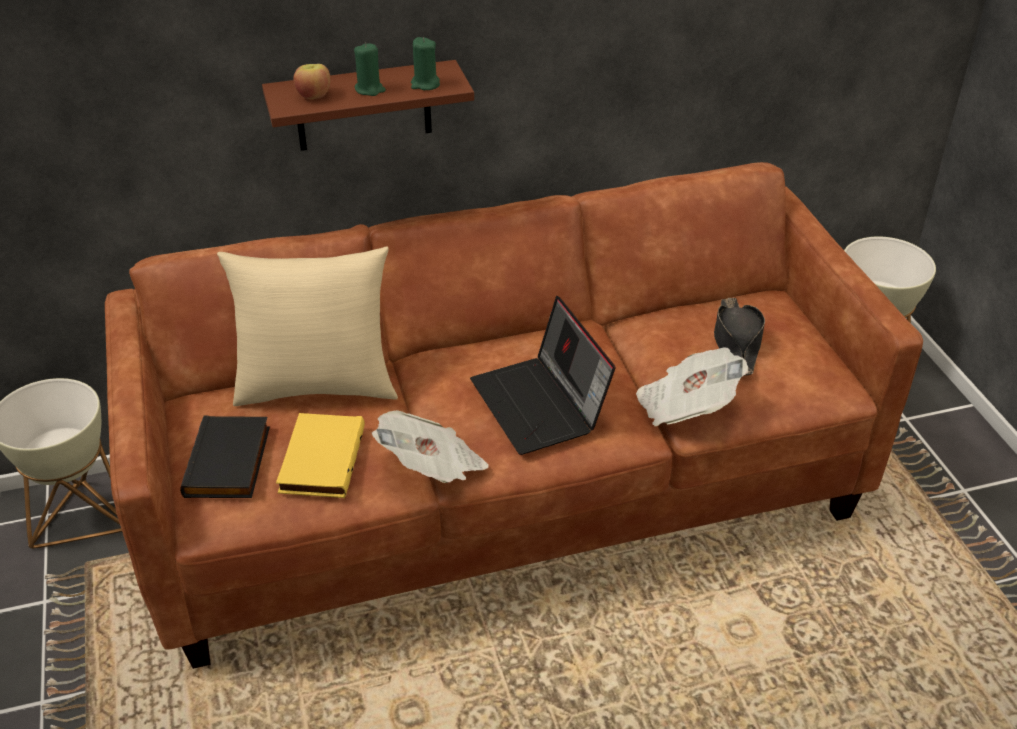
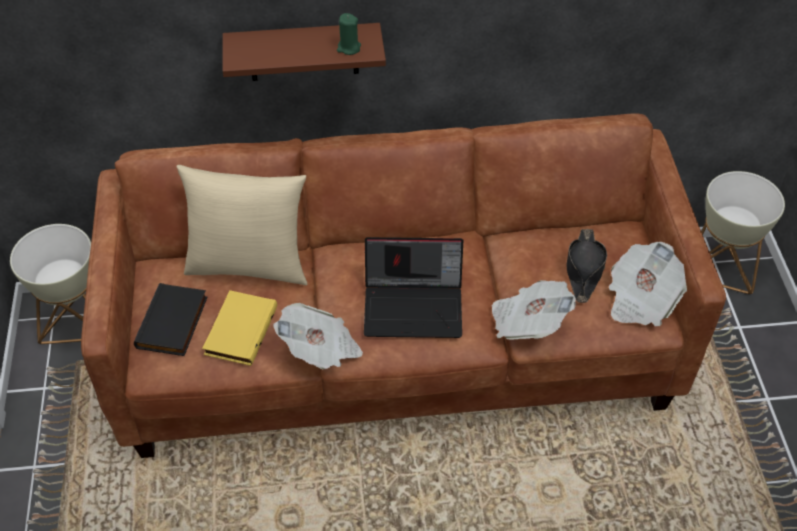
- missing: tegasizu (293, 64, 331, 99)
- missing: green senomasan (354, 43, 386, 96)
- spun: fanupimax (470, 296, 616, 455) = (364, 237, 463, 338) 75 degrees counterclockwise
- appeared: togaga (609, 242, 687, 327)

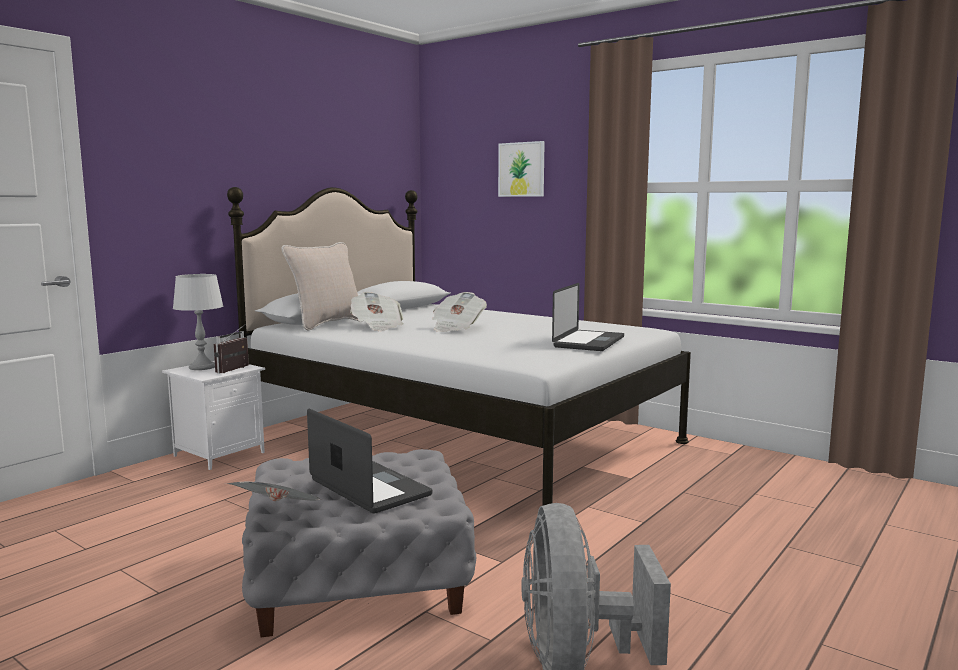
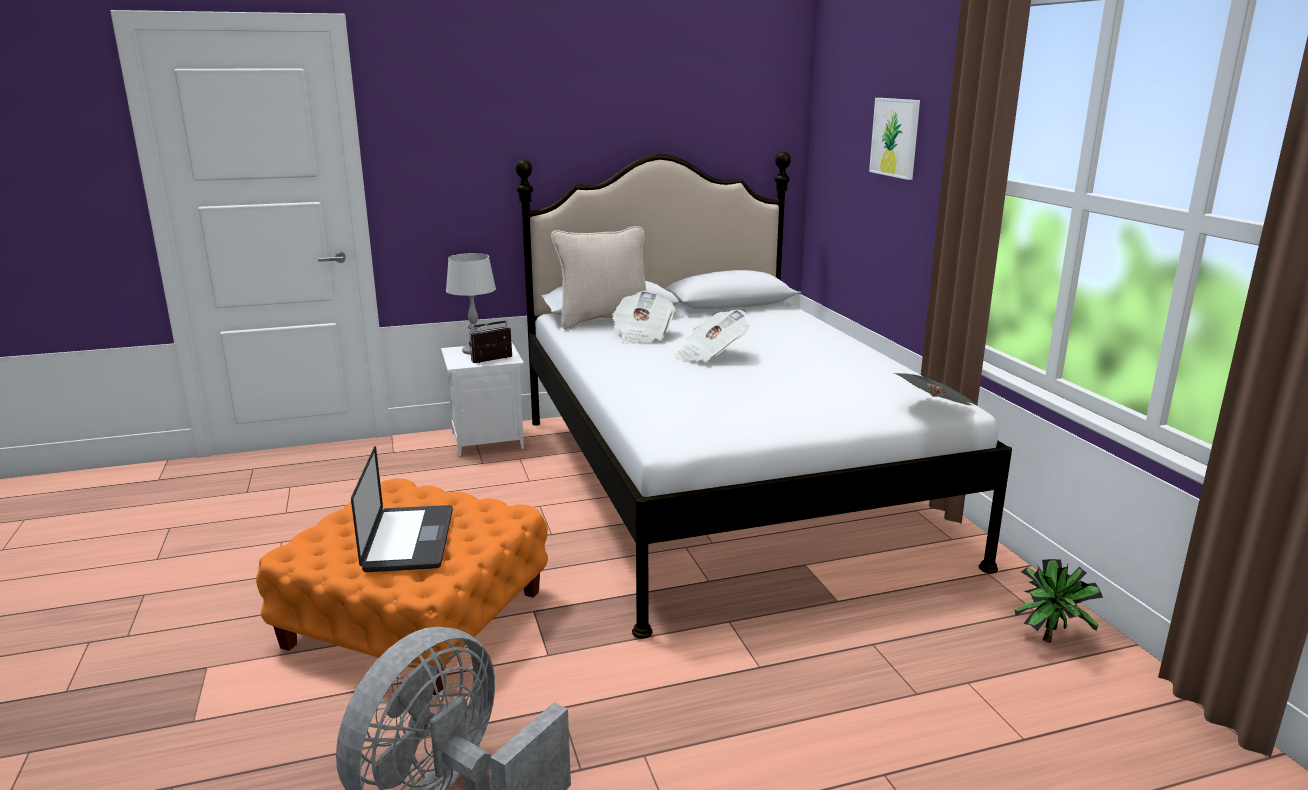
- relocated: togaga (226, 482, 320, 501) to (894, 373, 973, 405)
- colour: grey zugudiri (242, 449, 476, 638) to orange zugudiri (256, 478, 548, 695)
- missing: fanupimax (552, 283, 624, 351)
- appeared: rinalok (1015, 559, 1103, 642)

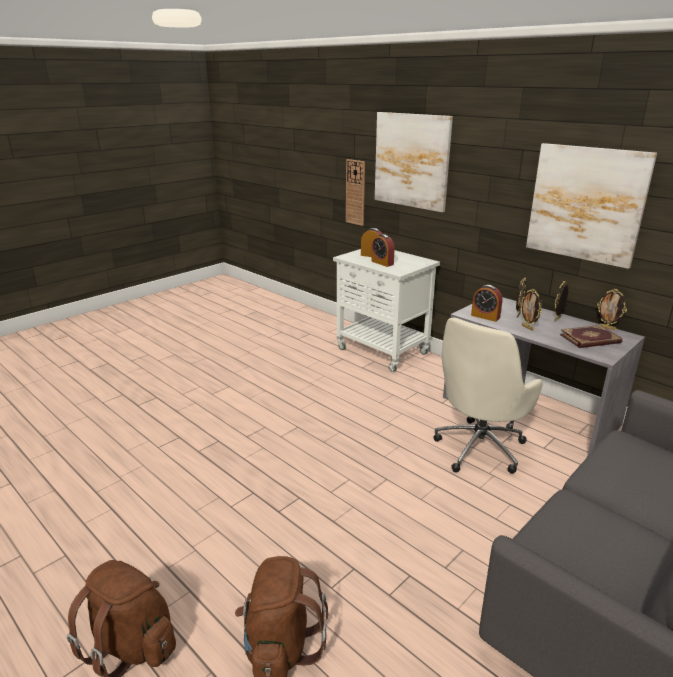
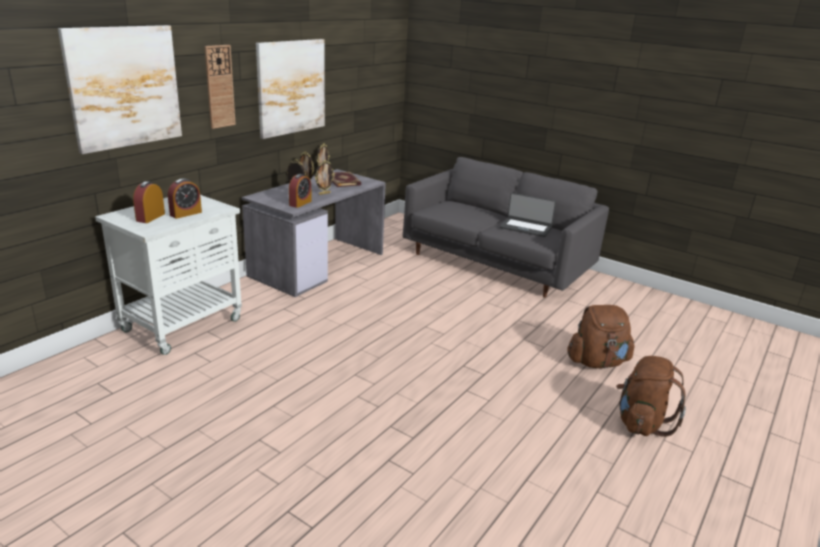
- relocated: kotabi (346, 159, 365, 226) to (205, 45, 236, 129)
- missing: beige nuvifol (434, 317, 543, 474)
- appeared: fanupimax (500, 193, 556, 237)

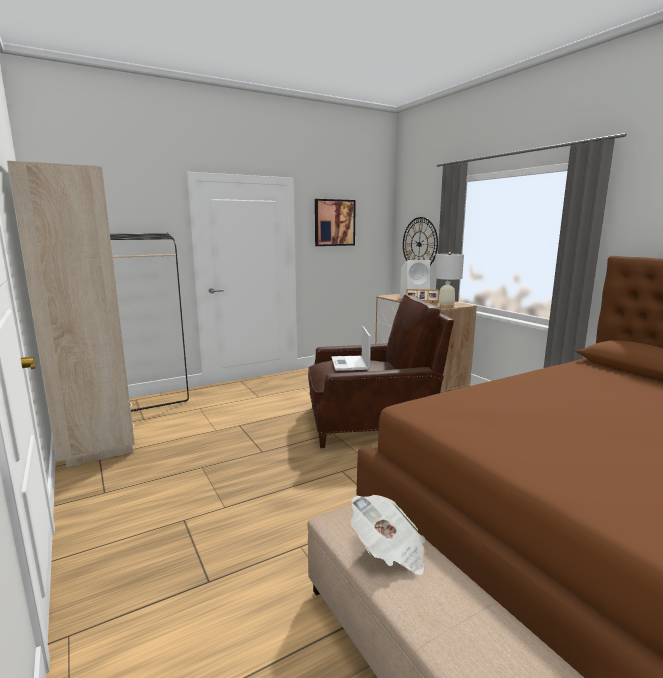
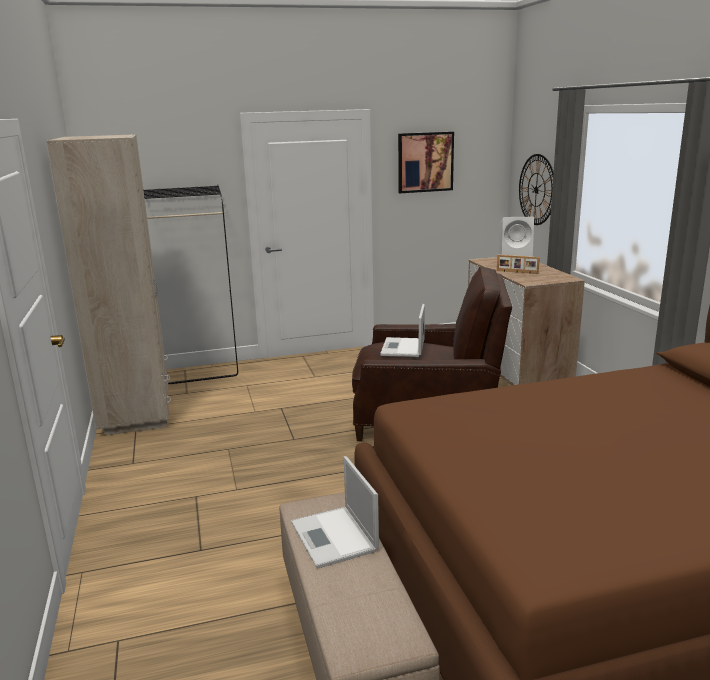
- exchanged: togaga (351, 495, 425, 575) to fanupimax (291, 456, 379, 569)
- missing: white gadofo (434, 252, 464, 308)

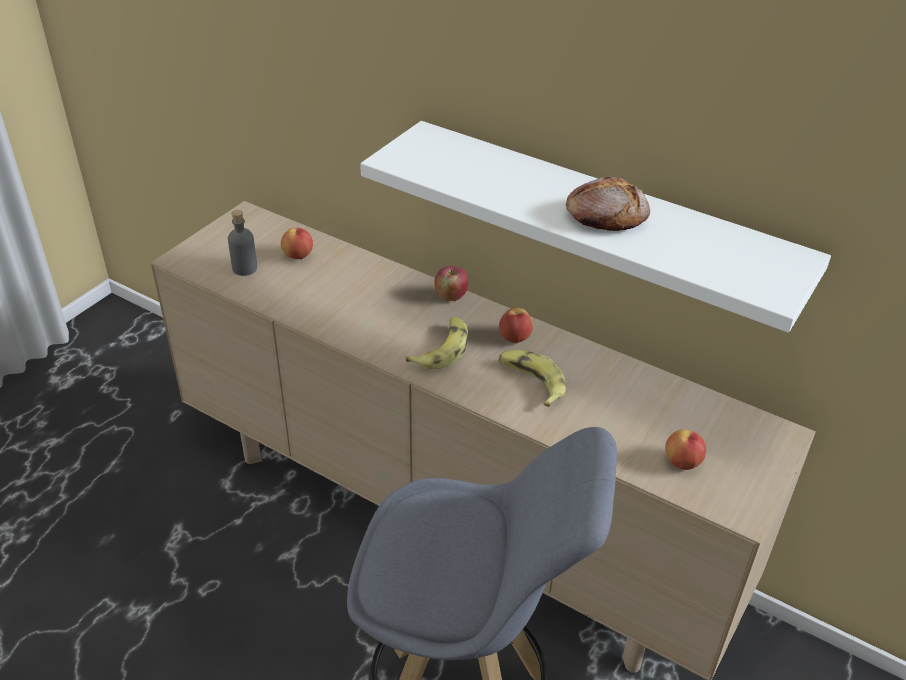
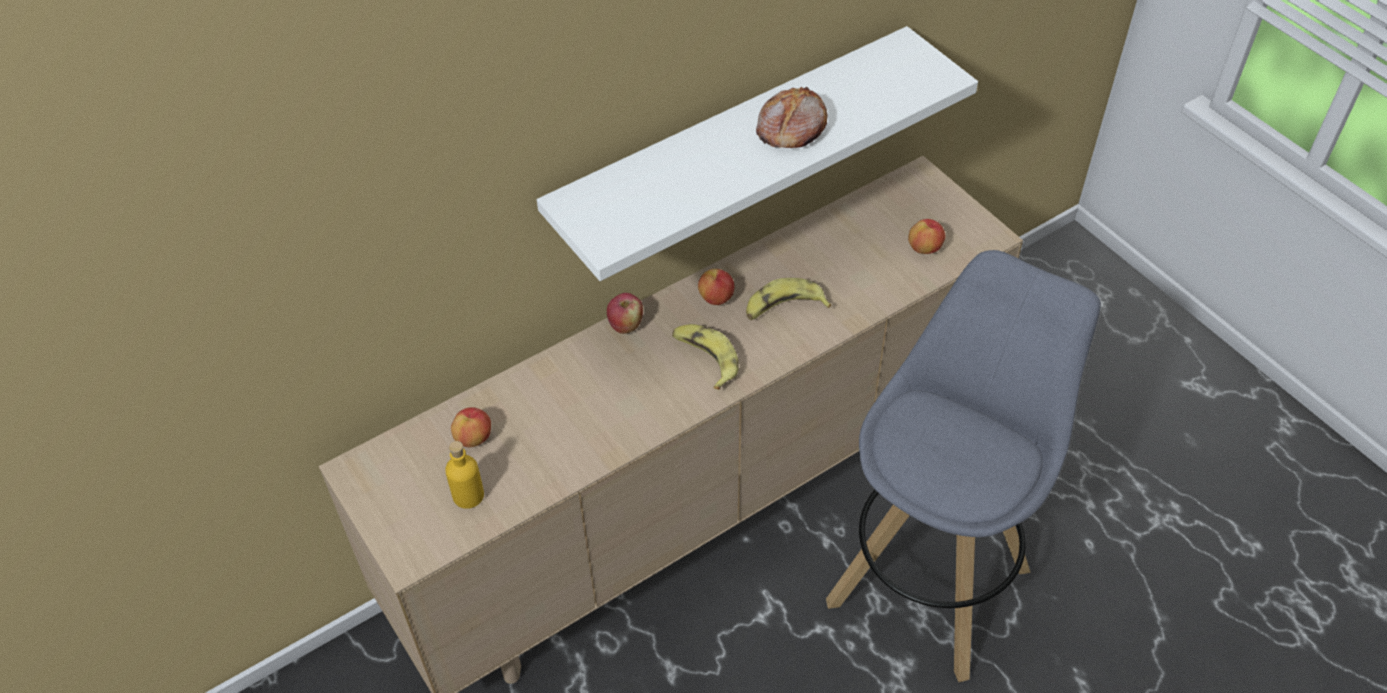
- colour: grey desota (228, 210, 257, 276) to yellow desota (445, 441, 484, 509)

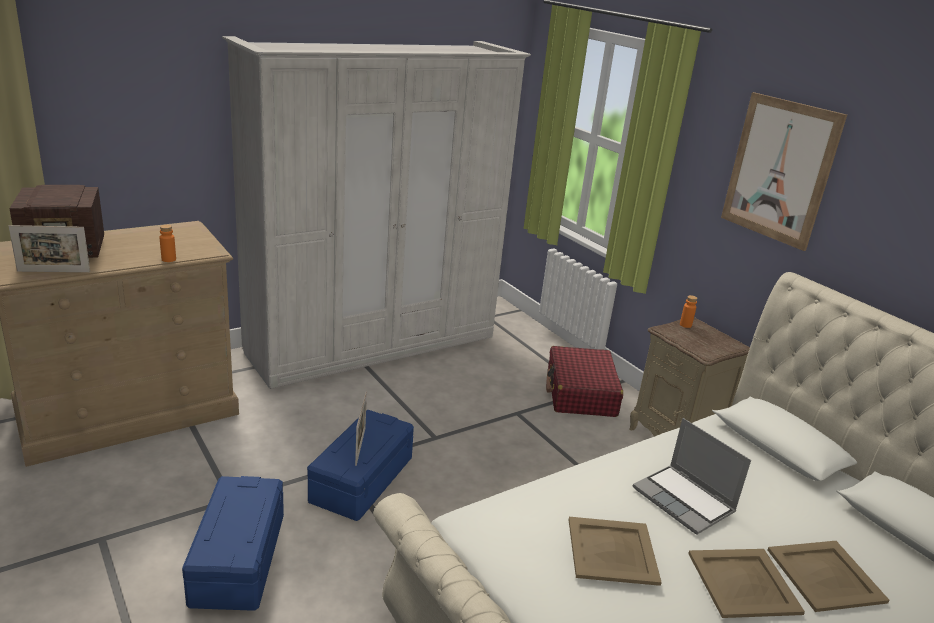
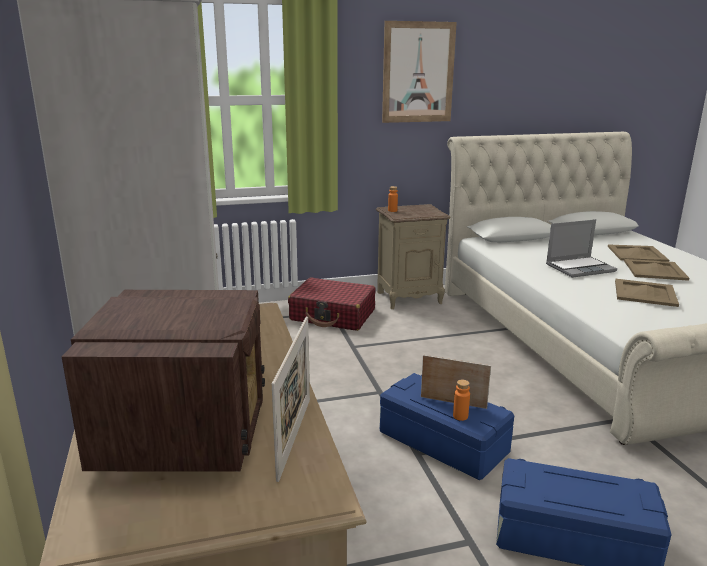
- relocated: orange desota (159, 224, 176, 262) to (453, 380, 470, 421)

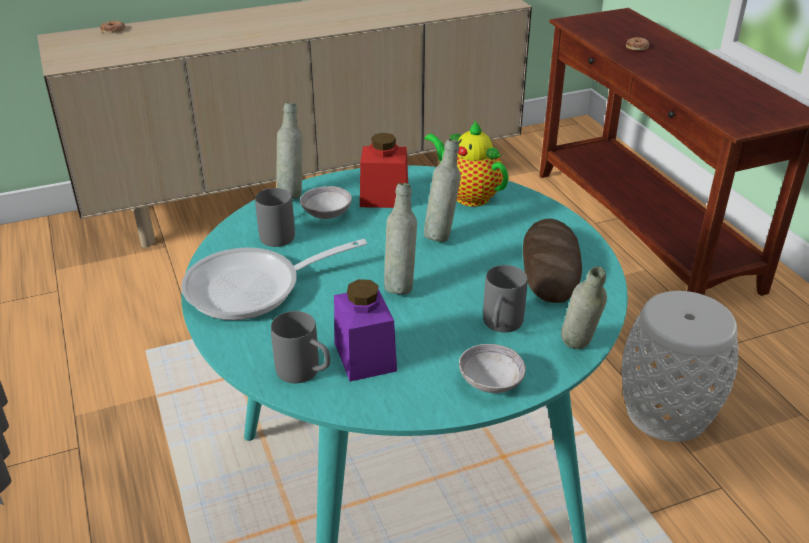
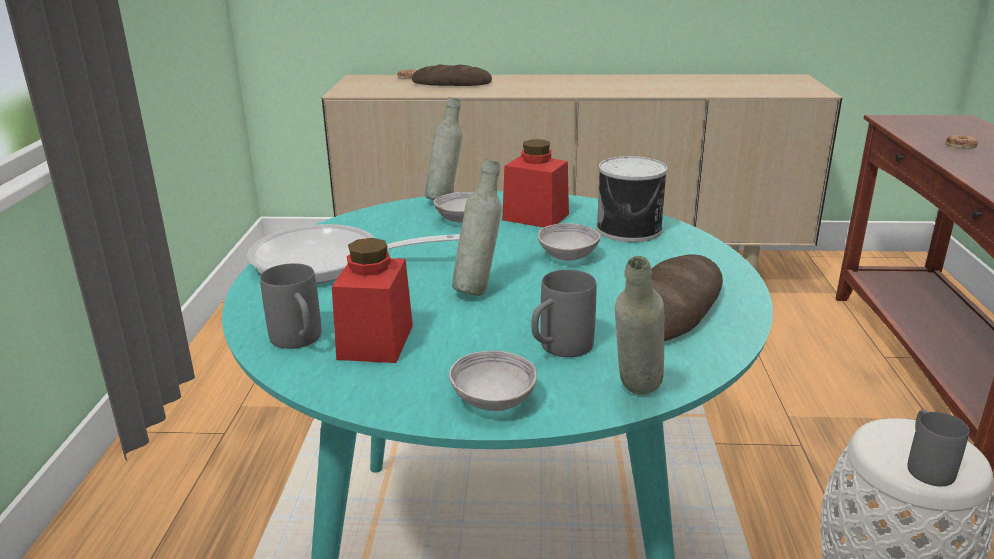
- relocated: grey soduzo (255, 188, 295, 247) to (907, 409, 969, 486)
- colour: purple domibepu (334, 279, 397, 382) to red domibepu (332, 238, 413, 363)
- exchanged: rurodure (424, 120, 509, 206) to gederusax (596, 156, 668, 242)
- exchanged: grey desota (424, 139, 461, 242) to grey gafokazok (538, 223, 601, 261)
- appeared: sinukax (412, 64, 492, 86)

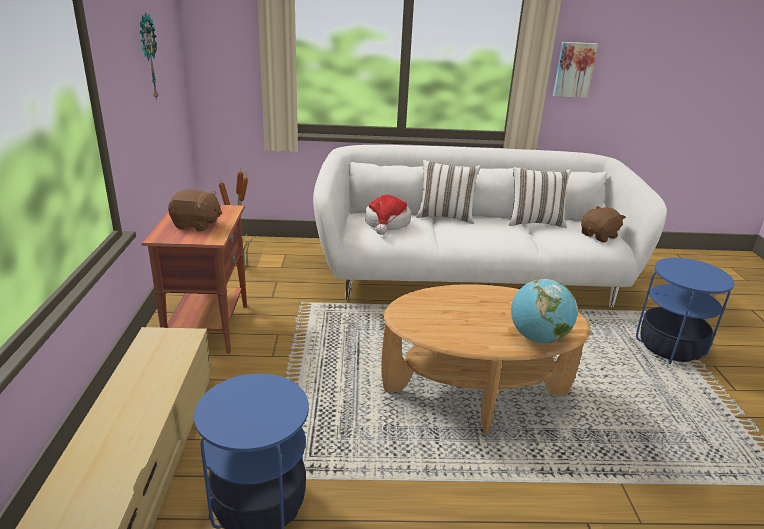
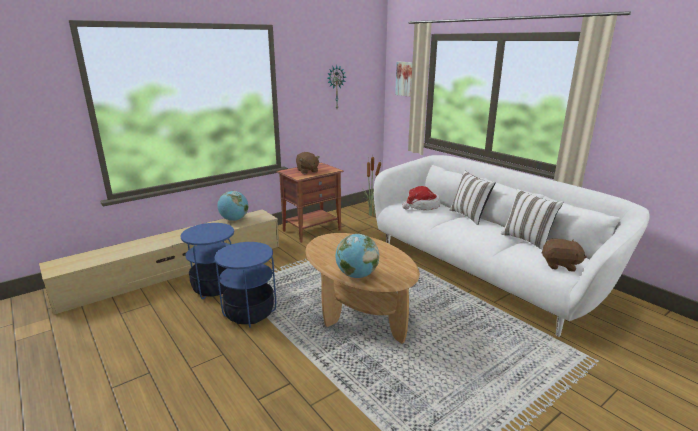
- relocated: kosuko (553, 42, 598, 98) to (395, 62, 413, 97)
- relocated: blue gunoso (636, 258, 735, 364) to (215, 242, 276, 328)
- appeared: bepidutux (217, 191, 248, 221)

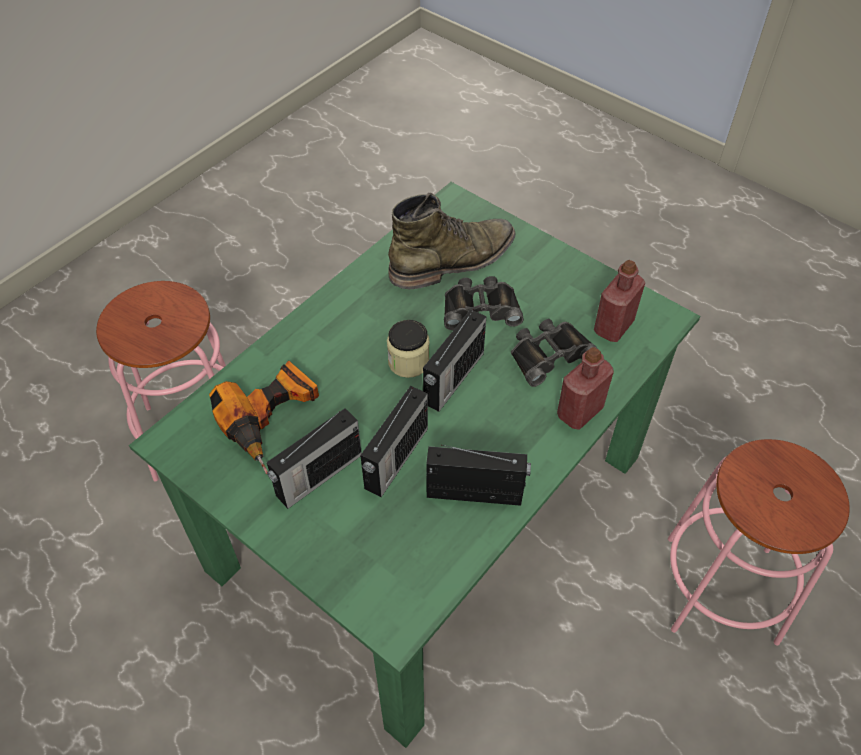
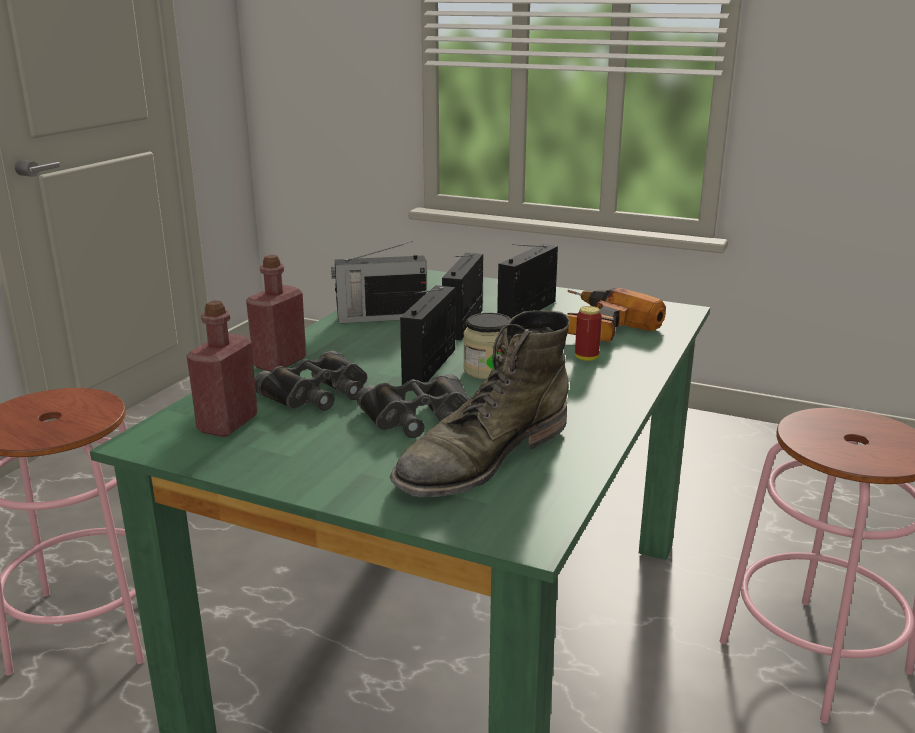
- appeared: gederusax (575, 306, 602, 361)

